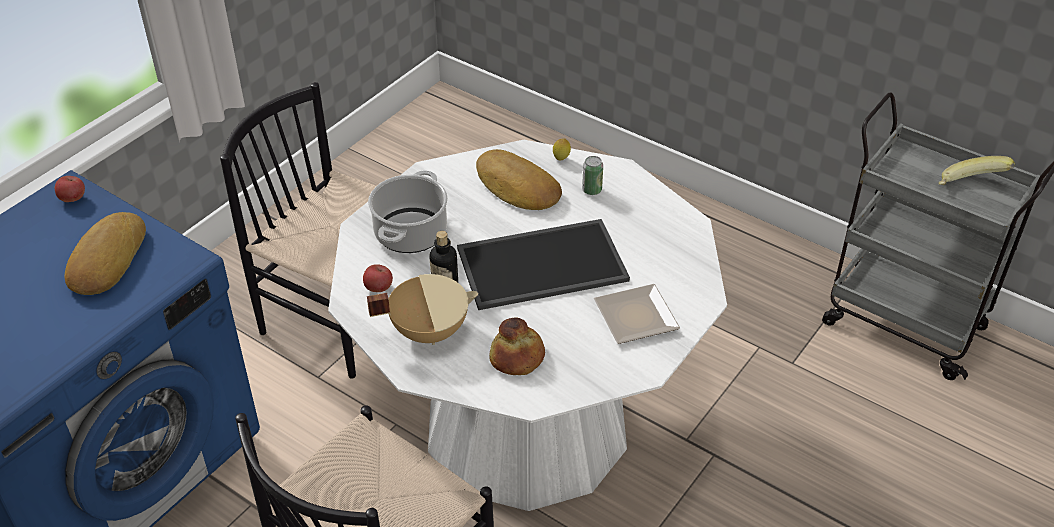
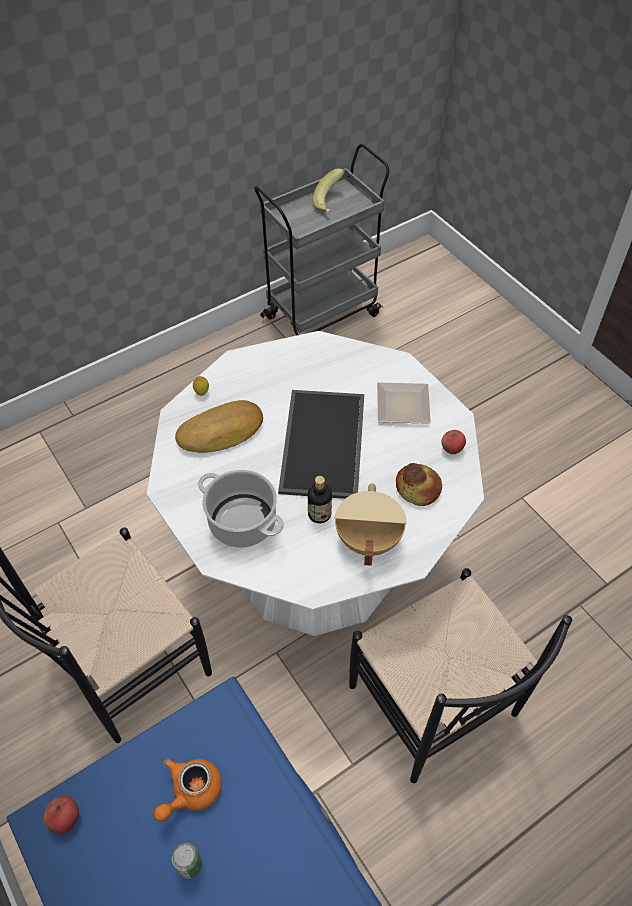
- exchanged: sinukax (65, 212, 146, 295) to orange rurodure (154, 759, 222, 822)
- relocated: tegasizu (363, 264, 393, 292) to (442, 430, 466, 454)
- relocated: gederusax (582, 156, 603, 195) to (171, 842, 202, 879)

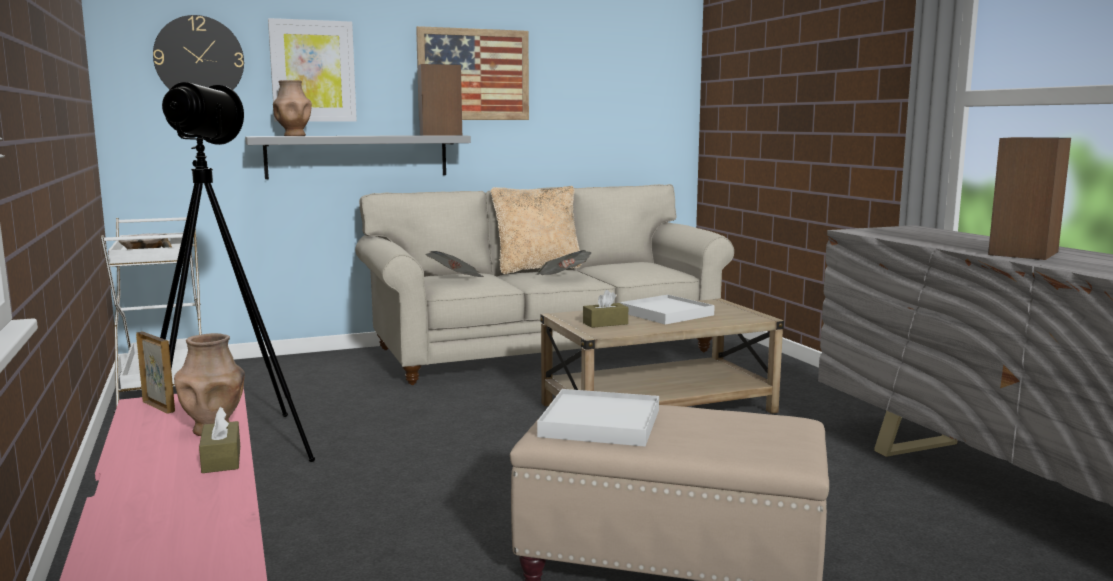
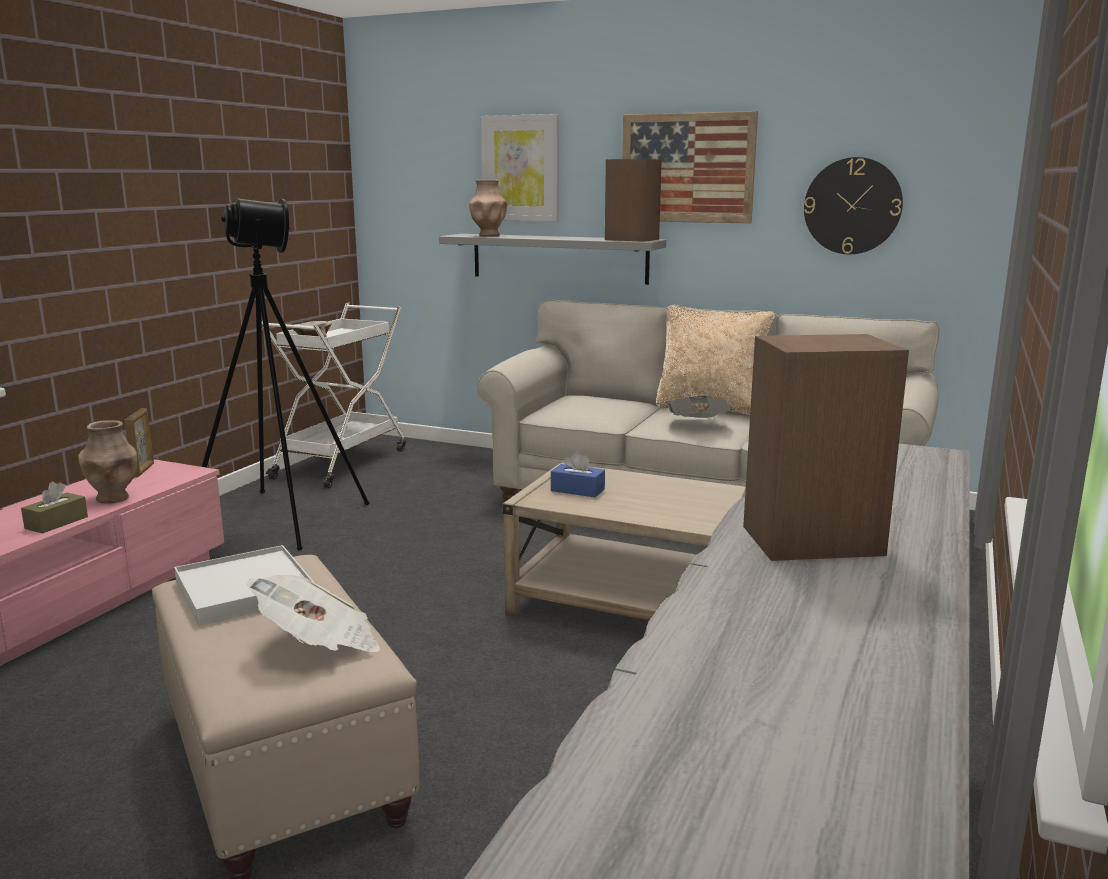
- relocated: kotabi (153, 15, 244, 90) to (804, 157, 903, 254)
- relocated: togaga (425, 251, 484, 277) to (247, 575, 381, 652)
- colour: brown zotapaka (583, 290, 628, 328) to blue zotapaka (551, 451, 605, 497)
- missing: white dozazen (620, 295, 715, 325)

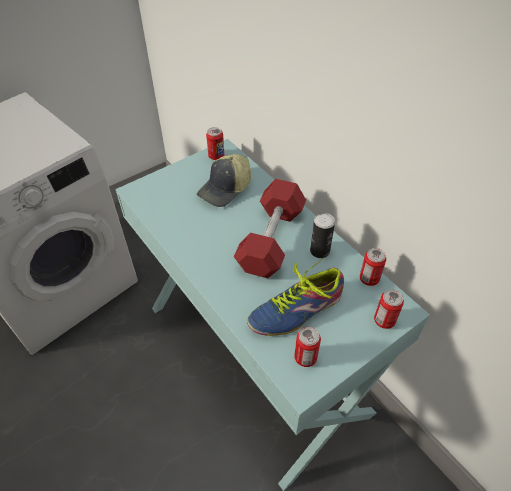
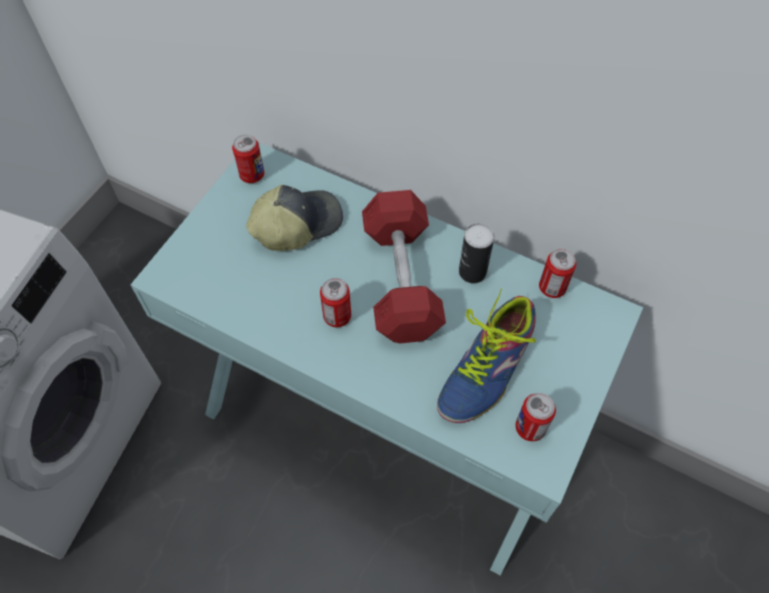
- spun: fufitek (197, 154, 251, 207) = (246, 185, 343, 251) 135 degrees counterclockwise
- relocated: gederusax (374, 290, 404, 329) to (320, 278, 351, 327)

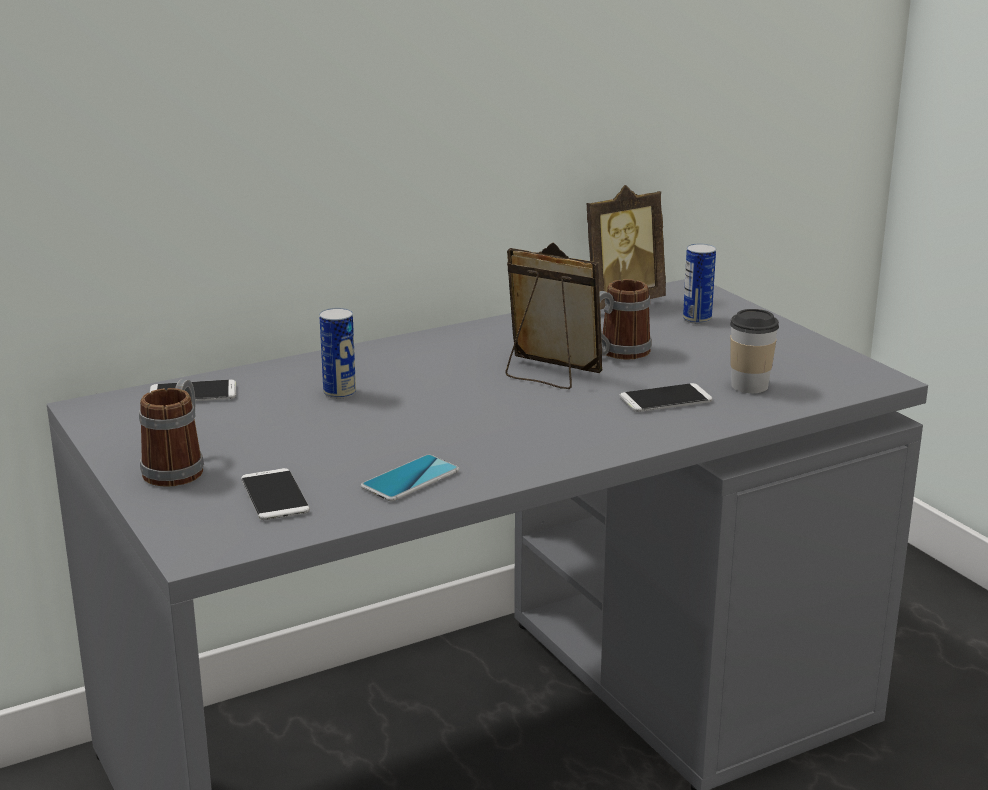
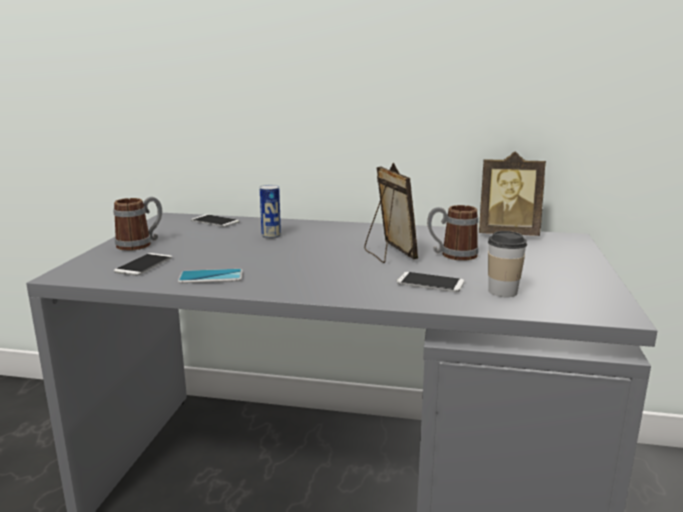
- missing: gederusax (683, 244, 716, 324)

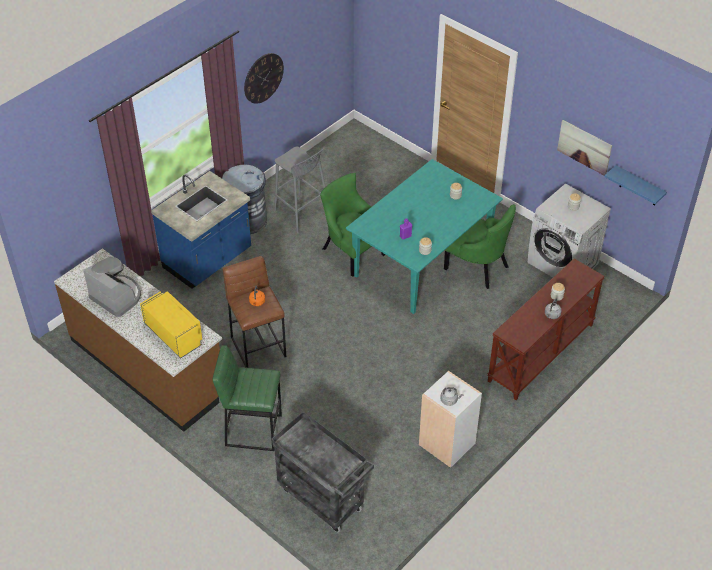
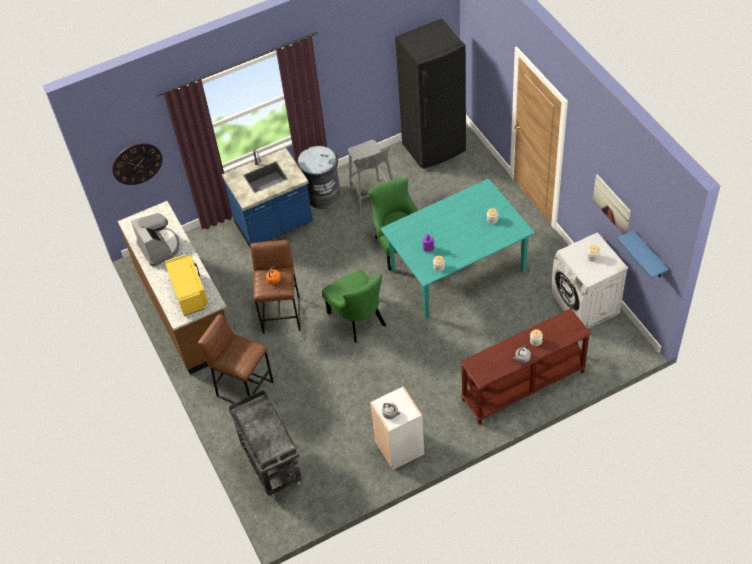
- colour: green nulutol (212, 345, 282, 451) to brown nulutol (198, 314, 274, 404)
- relocated: kotabi (244, 53, 284, 104) to (112, 143, 163, 185)
- relocated: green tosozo (444, 204, 516, 289) to (322, 269, 386, 343)
- appeared: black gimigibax (395, 18, 466, 169)

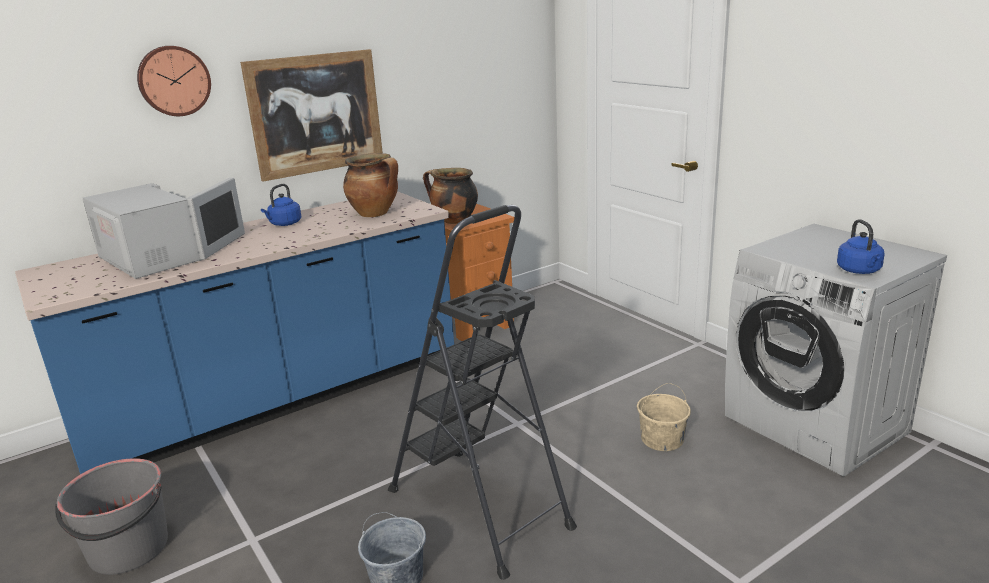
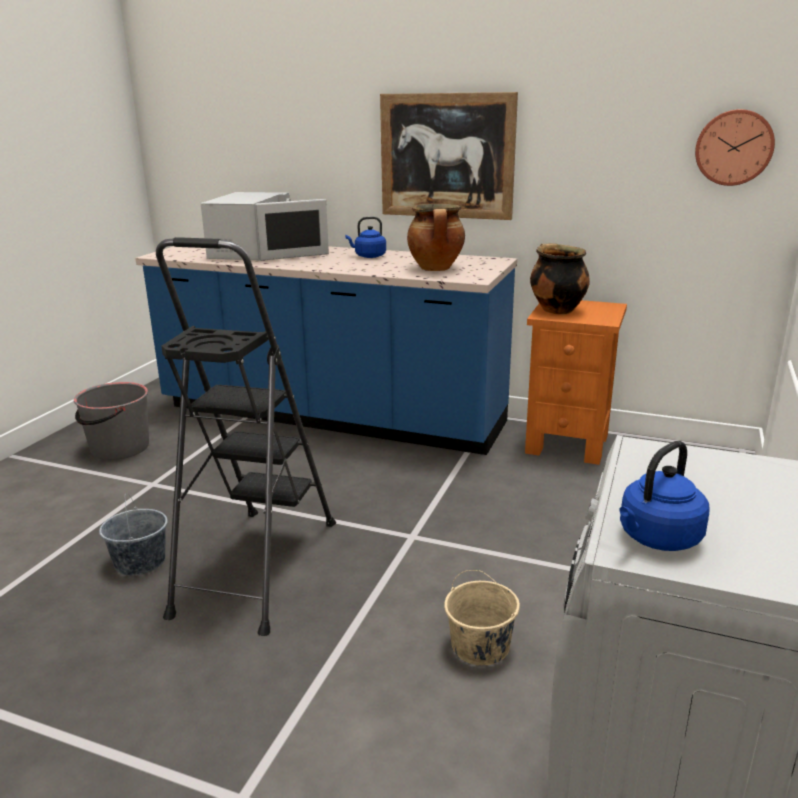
- relocated: kotabi (137, 46, 211, 116) to (695, 109, 775, 186)

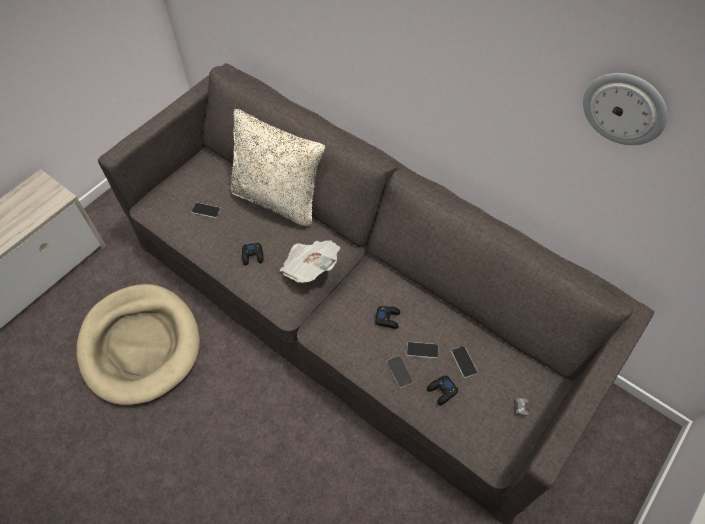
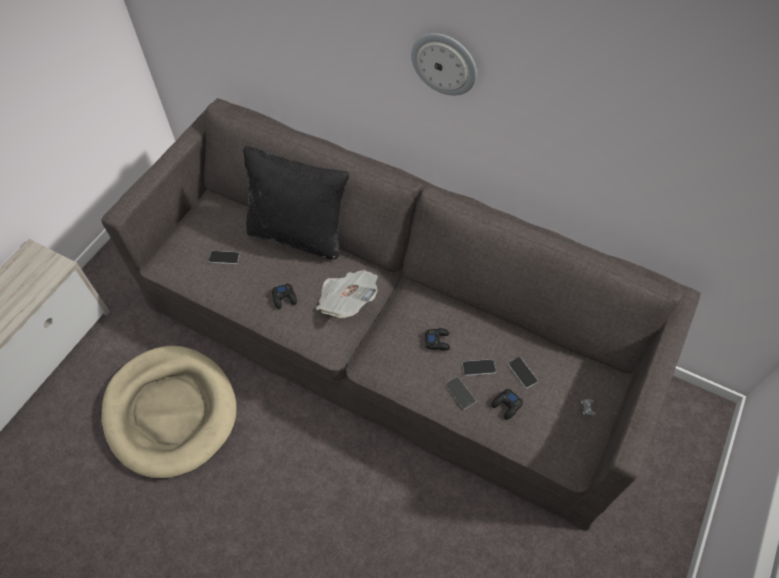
- colour: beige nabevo (231, 109, 326, 226) to black nabevo (243, 146, 349, 259)
- relocated: kotabi (583, 73, 668, 145) to (411, 33, 477, 96)

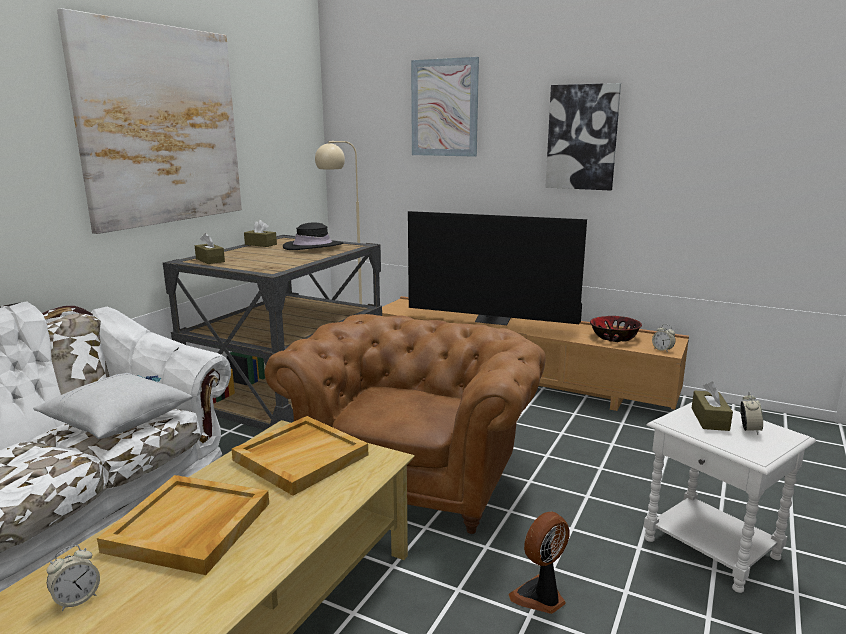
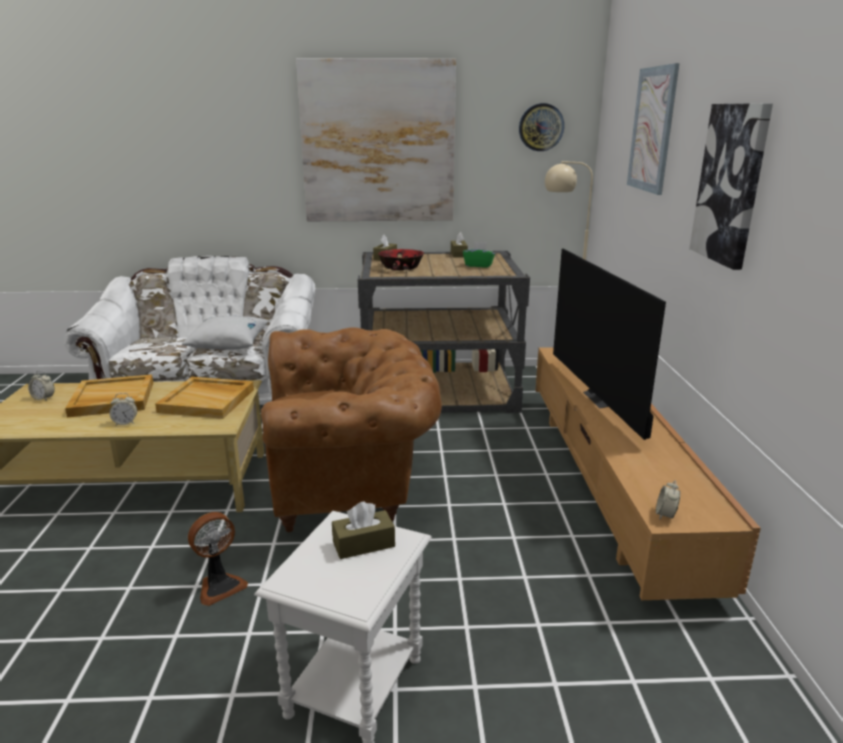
- exchanged: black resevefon (283, 222, 343, 250) to green zotapaka (463, 242, 495, 268)
- spun: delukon (509, 512, 570, 614) = (188, 512, 248, 606) 120 degrees clockwise
- relocated: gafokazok (590, 316, 642, 342) to (378, 249, 424, 271)
- relocated: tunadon (740, 391, 763, 435) to (109, 393, 137, 425)
- appeared: kotabi (519, 103, 564, 151)

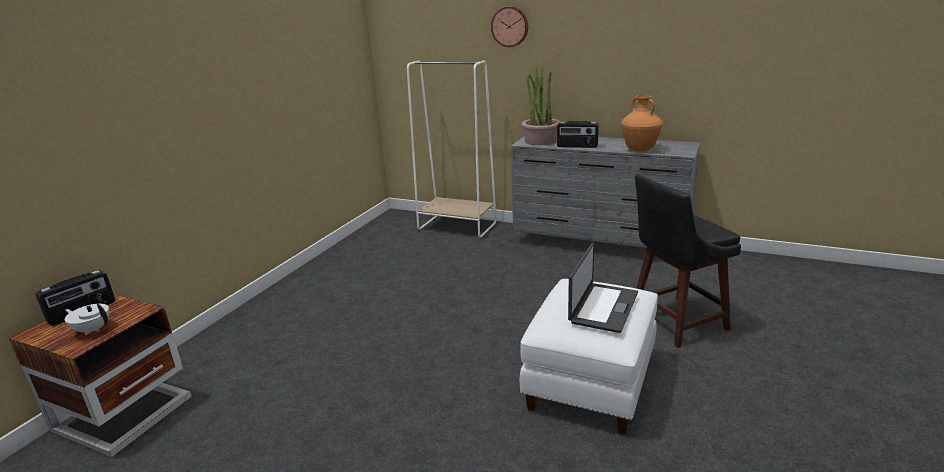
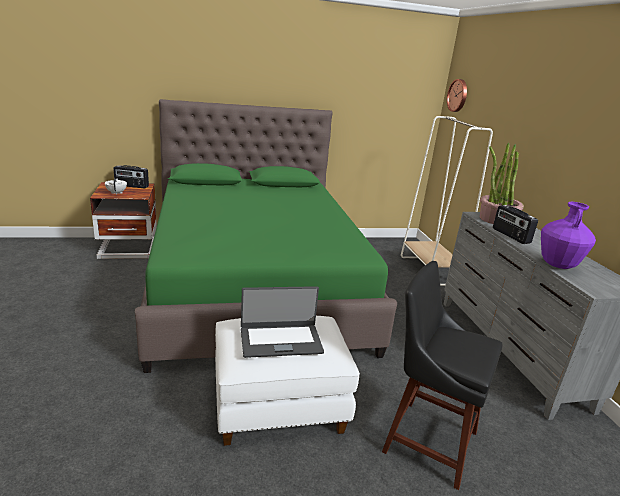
- relocated: kotabi (491, 6, 528, 47) to (447, 79, 467, 112)
- colour: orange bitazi (621, 95, 663, 152) to purple bitazi (541, 202, 596, 269)
- appeared: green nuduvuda (135, 99, 397, 373)

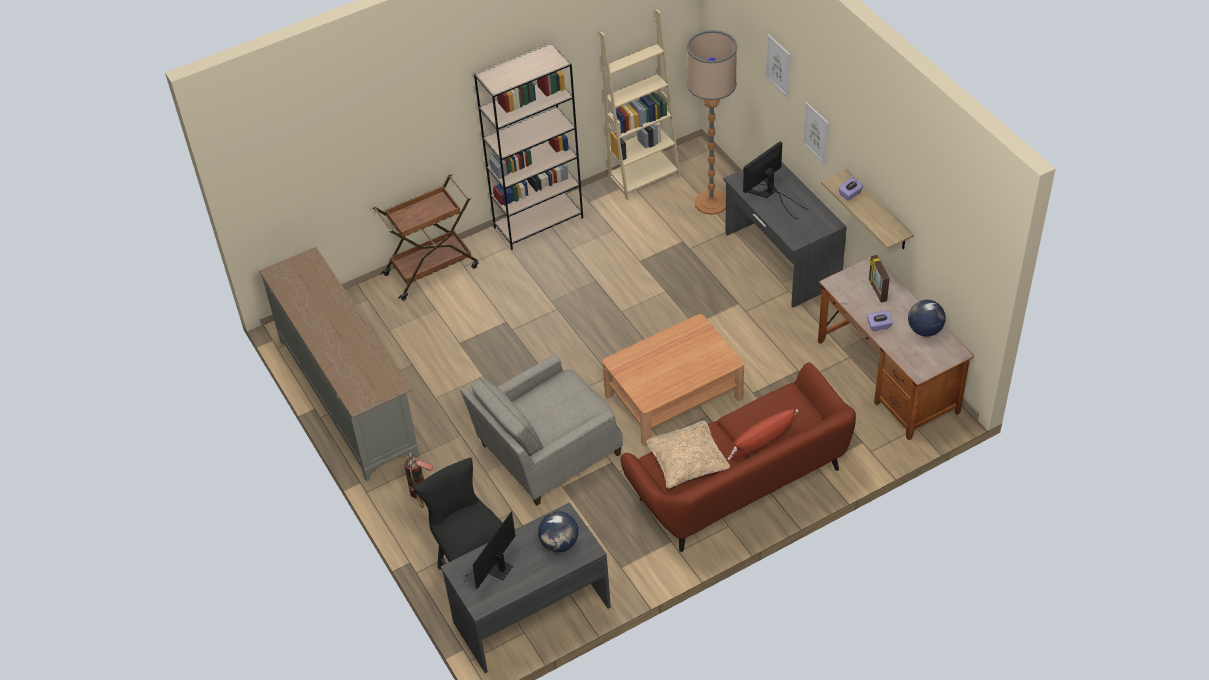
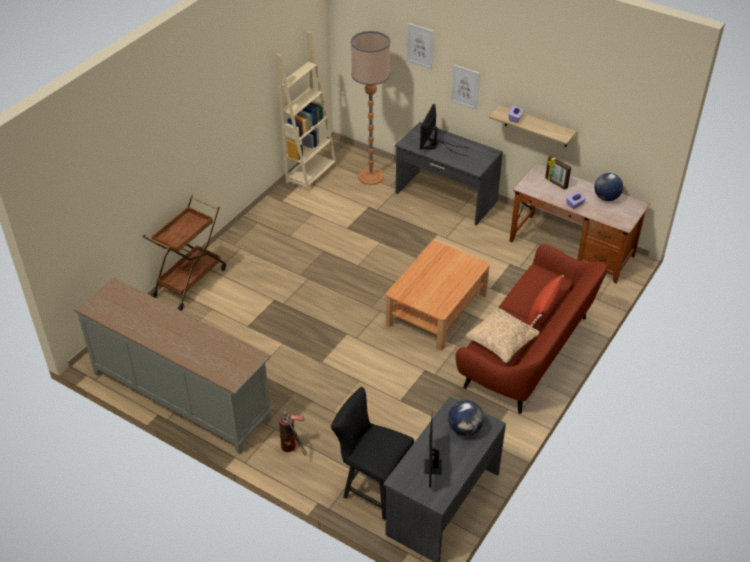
- missing: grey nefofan (460, 355, 623, 506)
- missing: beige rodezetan (474, 43, 583, 250)

